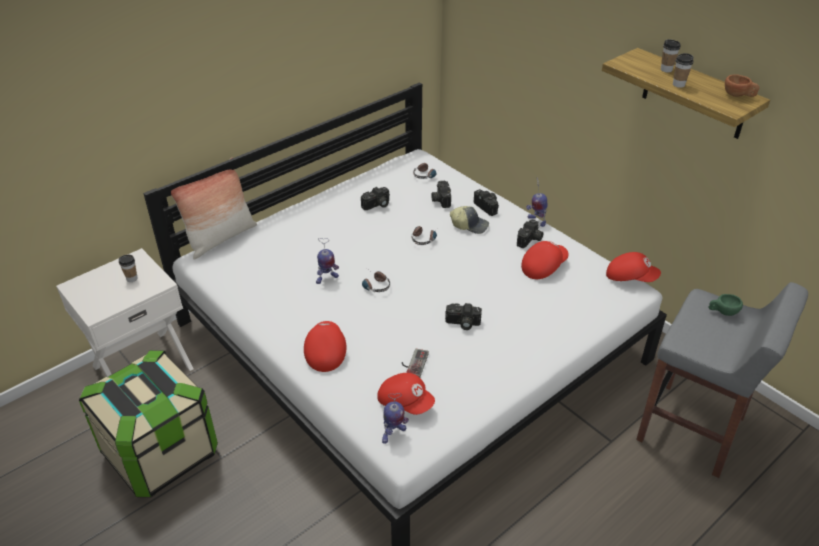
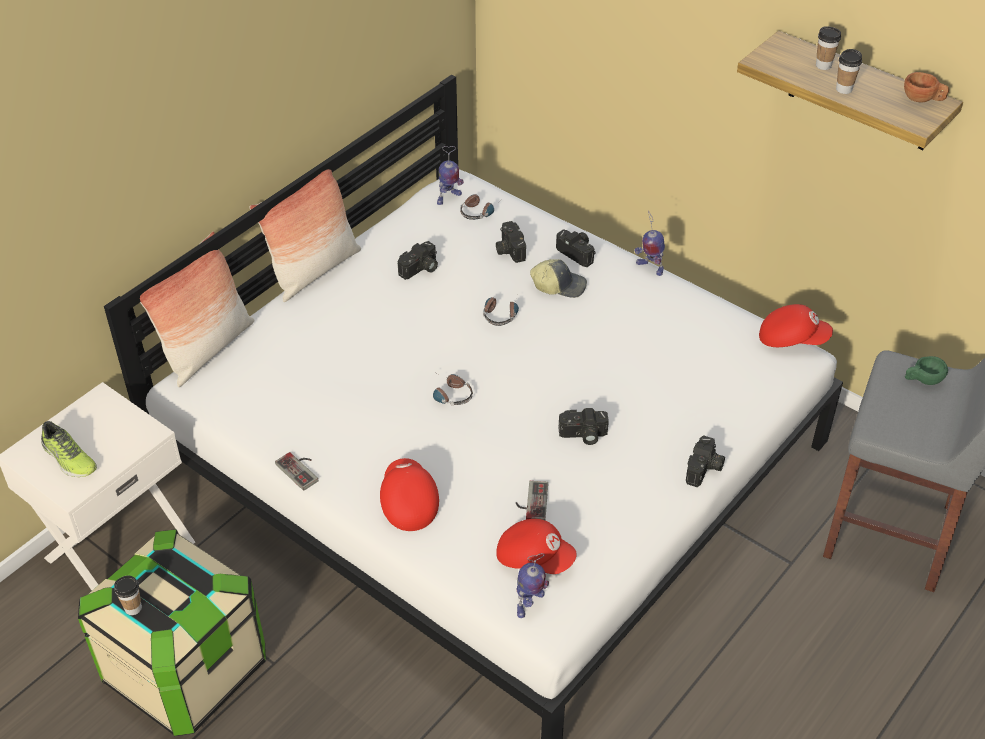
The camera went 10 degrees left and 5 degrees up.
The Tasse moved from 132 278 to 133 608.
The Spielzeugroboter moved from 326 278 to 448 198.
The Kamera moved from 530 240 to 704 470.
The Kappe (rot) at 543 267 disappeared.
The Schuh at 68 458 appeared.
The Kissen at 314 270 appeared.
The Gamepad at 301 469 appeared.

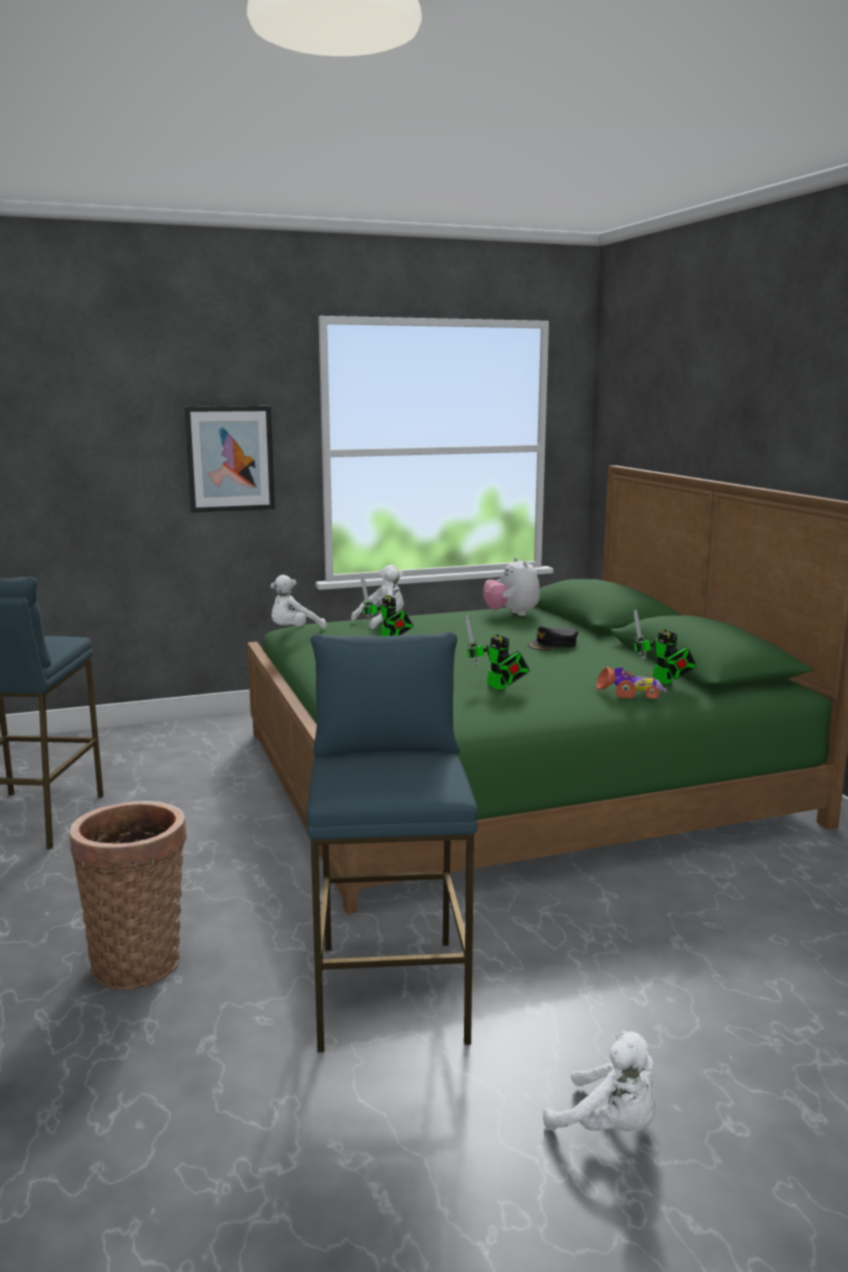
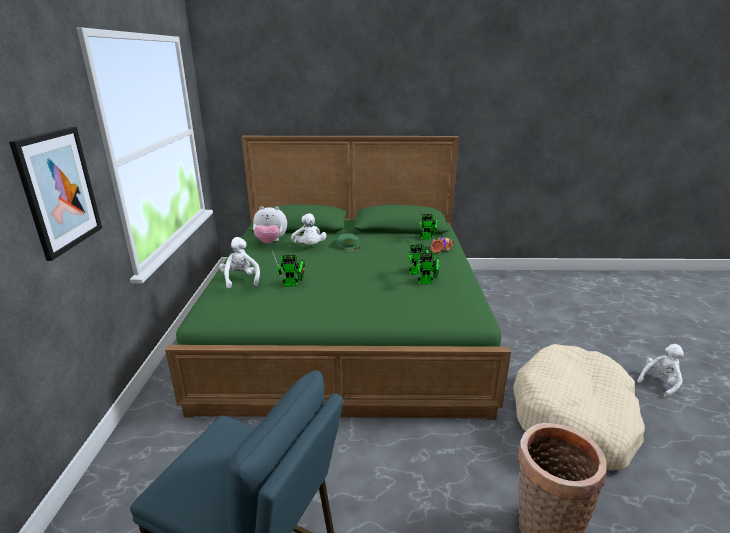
The camera went 70 degrees left and 10 degrees up.
The Plüschtier (weiß) moved from 294 631 to 309 246.
The Hocker (blau) at 392 991 was replaced by the Hundebett (beige) at 574 418.
The Kappe (schwarz) at 553 645 became the Kappe (grün) at 348 245.
The Spielzeugroboter at 427 282 appeared.

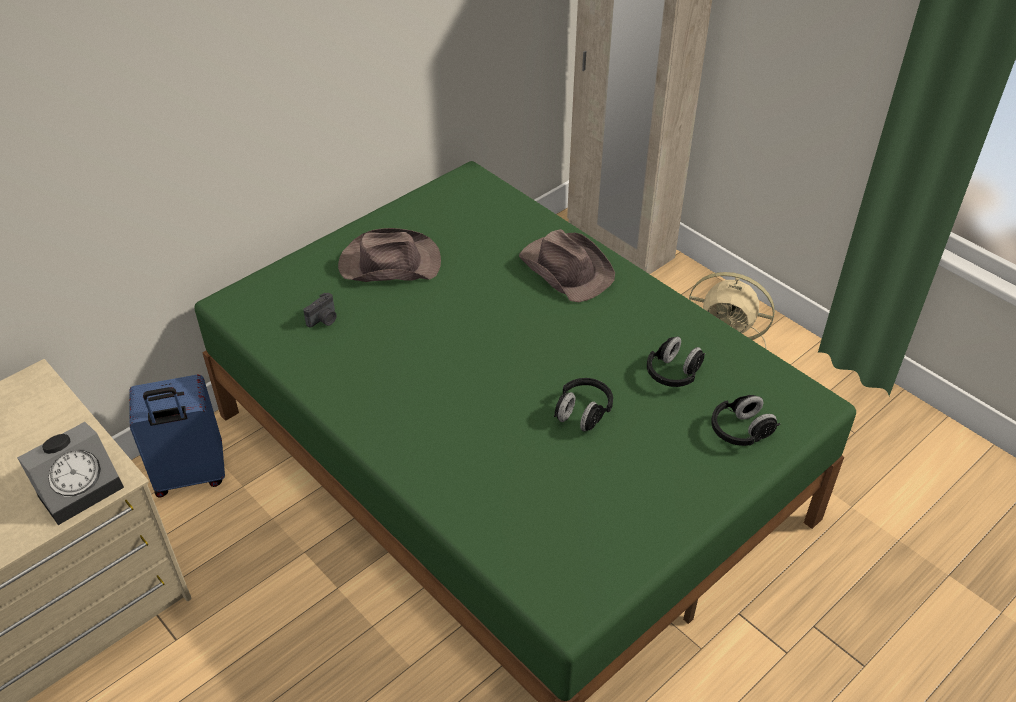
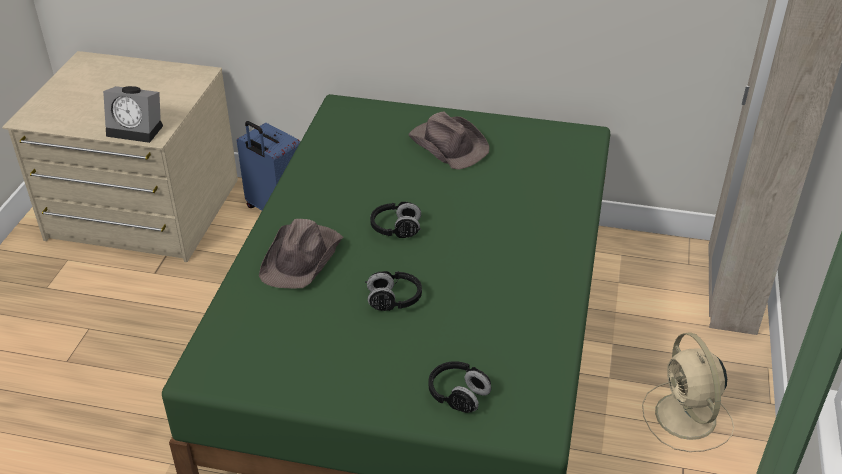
The camera went 55 degrees right and 5 degrees down.
The Kamera at 324 320 disappeared.
The Hut (braun) moved from 566 268 to 302 258.
The Kopfhörer (schwarz) moved from 673 373 to 396 229.

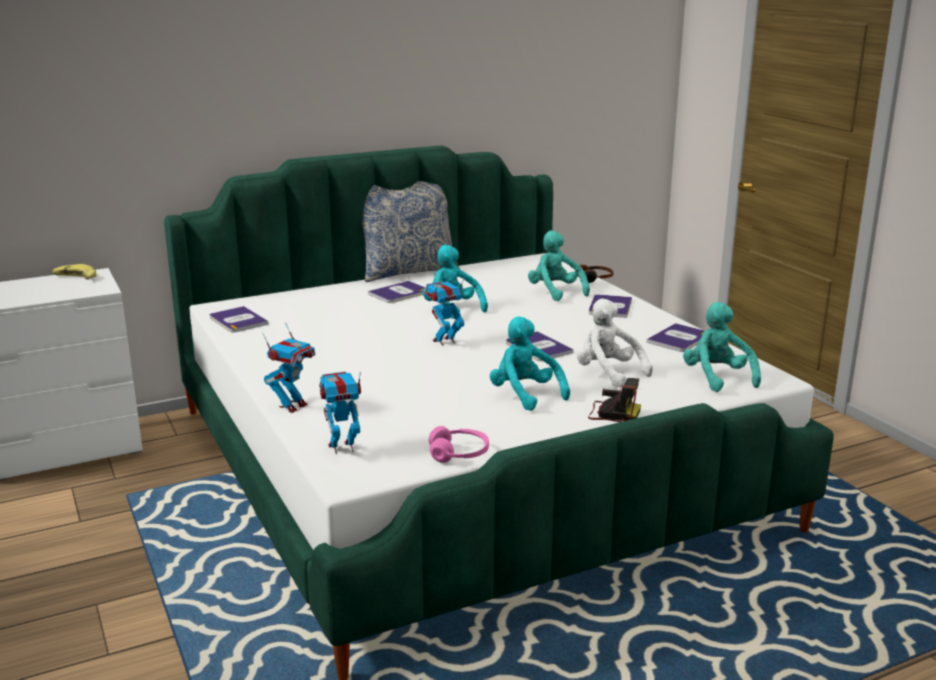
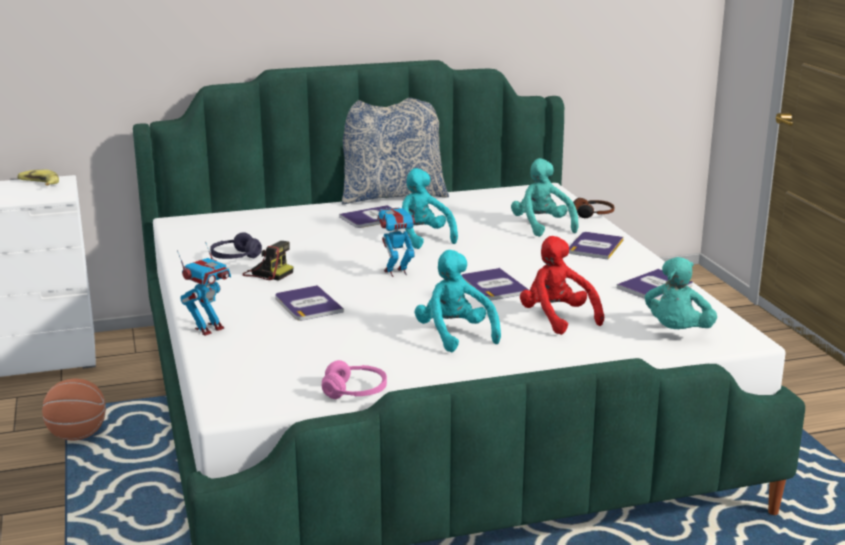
The camera went 10 degrees right and 0 degrees up.
The Buch moved from 238 320 to 308 304.
The Spielzeugroboter at 342 447 disappeared.
The Plüschtier (weiß) at 608 373 became the Plüschtier (rot) at 556 318.
The Kamera moved from 612 413 to 267 273.
The Plüschtier (türkis) at 717 378 turned 150 degrees counterclockwise.
The Basketball at 77 435 appeared.
The Kopfhörer (lila) at 235 257 appeared.

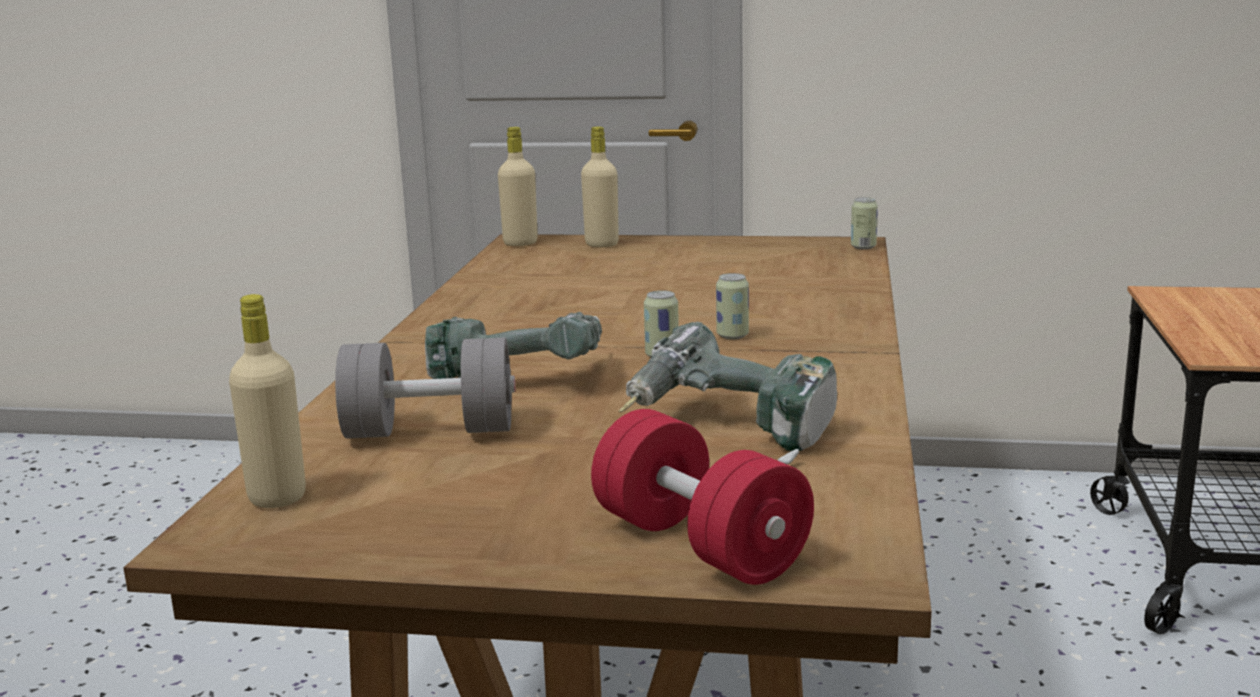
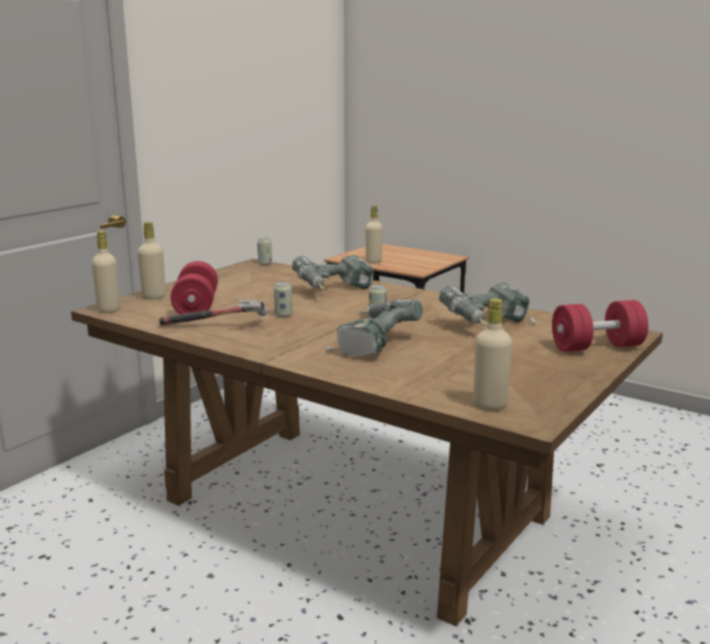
The camera went 65 degrees left and 0 degrees up.
The Hantel (grau) at 430 431 disappeared.
The Dose moved from 732 335 to 283 315.
The Hammer at 216 326 appeared.
The Hantel (rot) at 196 307 appeared.
The Bohrmaschine at 336 291 appeared.
The Flasche (beige) at 373 262 appeared.

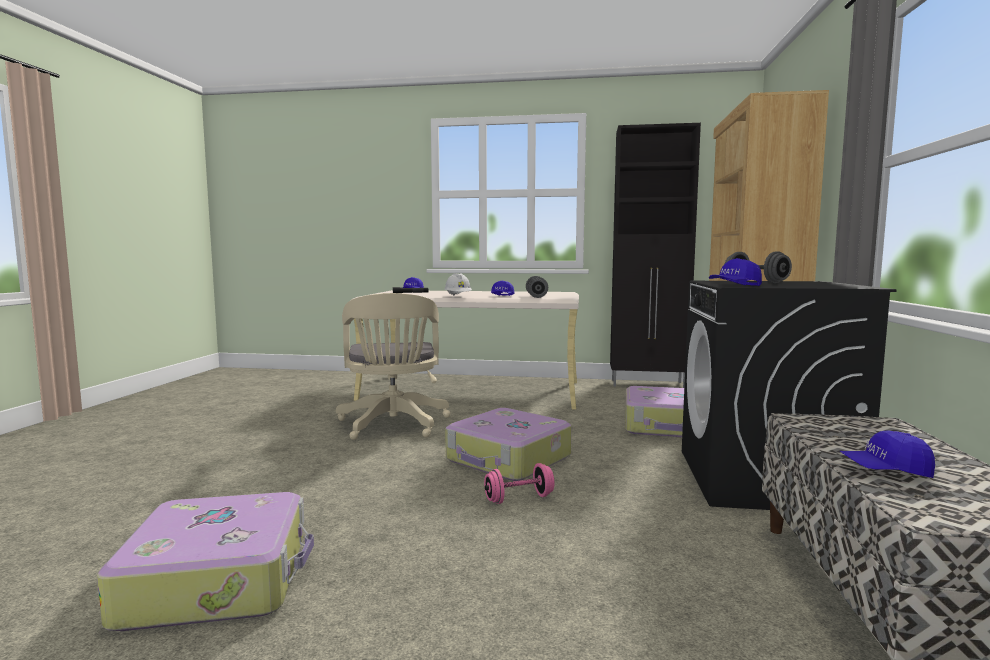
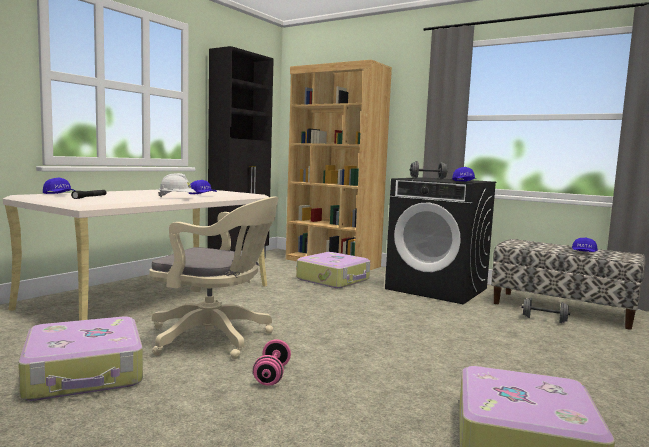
The camera went 65 degrees left and 0 degrees up.
The Koffer moved from 508 459 to 85 373.
The Hantel (rosa) moved from 519 498 to 272 375.
The Hantel (grau) moved from 536 296 to 544 320.

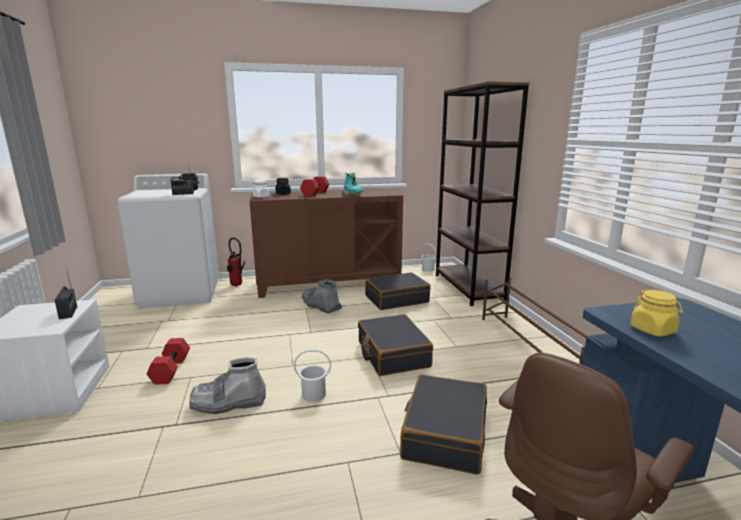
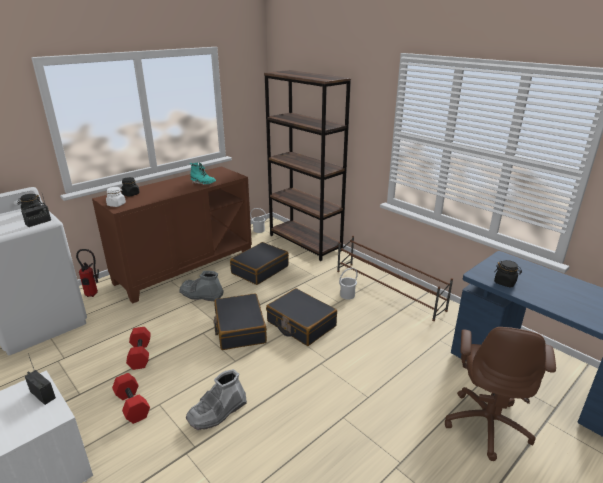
The camera went 30 degrees left and 10 degrees up.
The Eimer (weiß) moved from 313 394 to 347 295.
The Hantel (rot) moved from 315 193 to 139 354.
The Koffer (schwarz) moved from 444 434 to 239 329.
The Vorratsglas (gelb) at 652 330 became the Vorratsglas (schwarz) at 505 282.

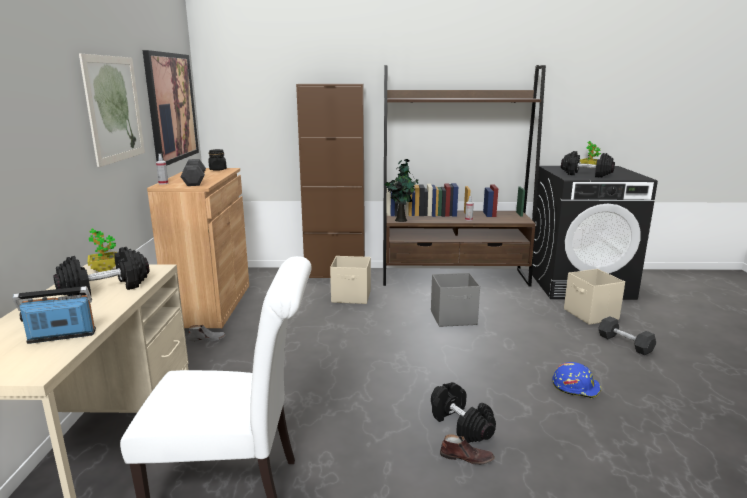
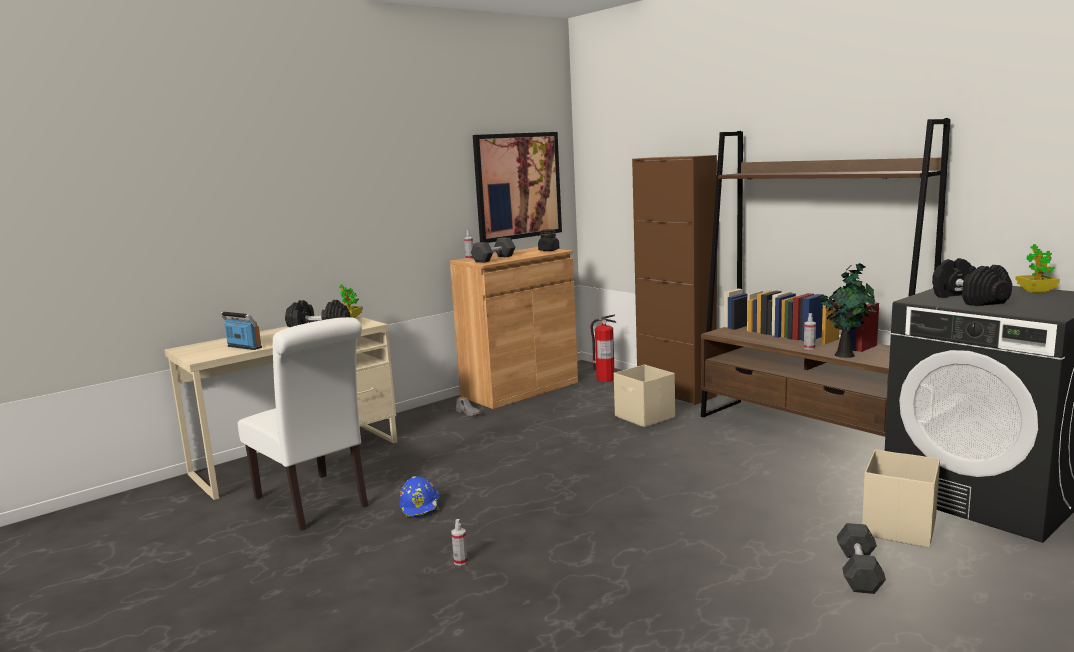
The camera went 50 degrees right and 5 degrees down.
The Bild at 114 109 disappeared.
The Topfpflanze moved from 401 220 to 846 354.
The Aufbewahrungsbox (grau) at 454 318 disappeared.
The Hantel (schwarz) at 460 424 disappeared.
The Schuh (braun) at 466 457 was replaced by the Sprühflasche at 460 561.
The Schutzhelm (blau) moved from 575 386 to 421 506.
The Feuerlöscher at 605 379 appeared.

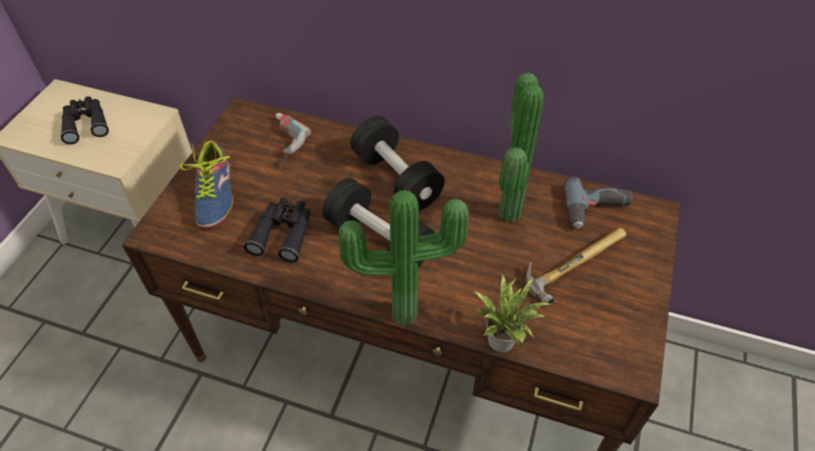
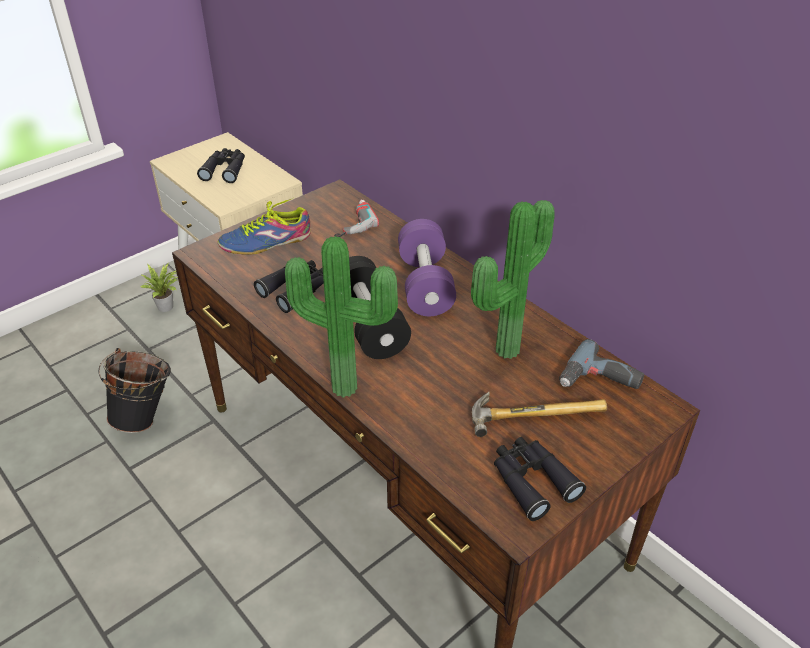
The camera went 30 degrees right and 10 degrees down.
The Schuh at 214 194 turned 45 degrees clockwise.
The Hantel (schwarz) at 396 178 became the Hantel (lila) at 425 285.
The Topfpflanze moved from 504 339 to 167 307.
The Eimer (schwarz) at 146 416 appeared.
The Fernglas (schwarz) at 531 481 appeared.

